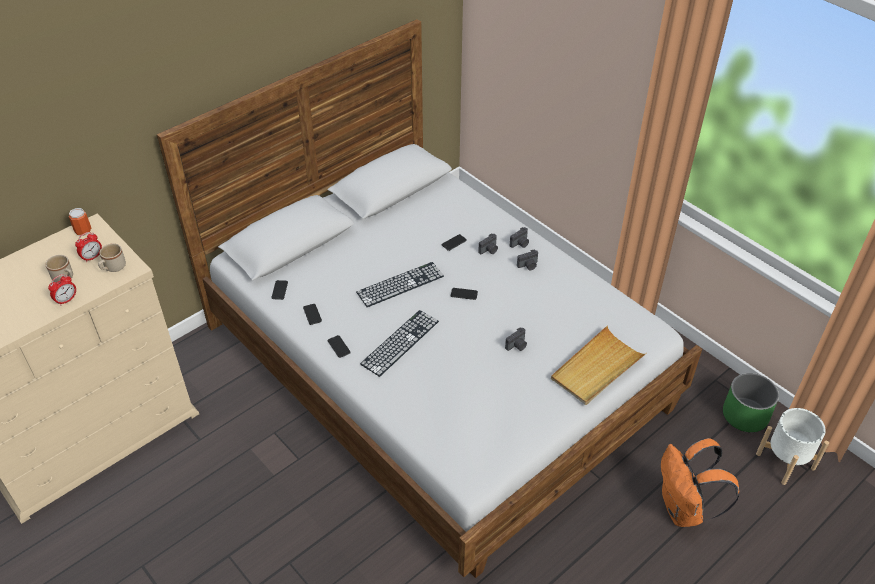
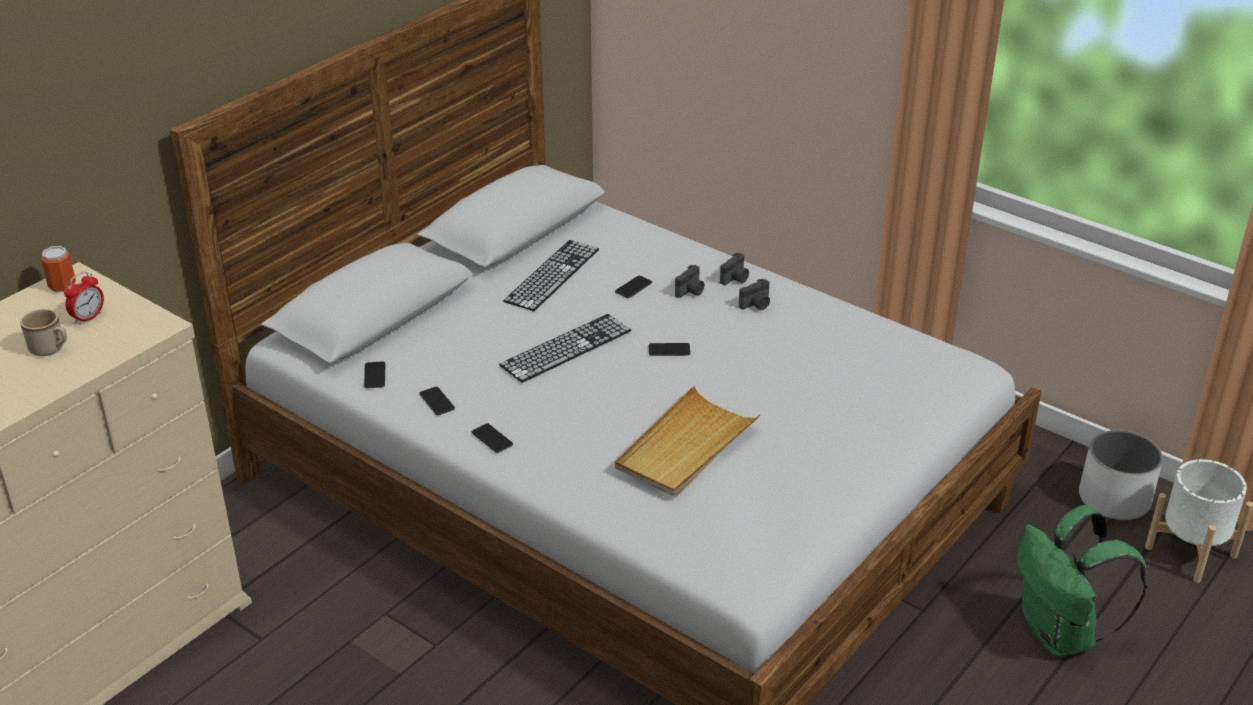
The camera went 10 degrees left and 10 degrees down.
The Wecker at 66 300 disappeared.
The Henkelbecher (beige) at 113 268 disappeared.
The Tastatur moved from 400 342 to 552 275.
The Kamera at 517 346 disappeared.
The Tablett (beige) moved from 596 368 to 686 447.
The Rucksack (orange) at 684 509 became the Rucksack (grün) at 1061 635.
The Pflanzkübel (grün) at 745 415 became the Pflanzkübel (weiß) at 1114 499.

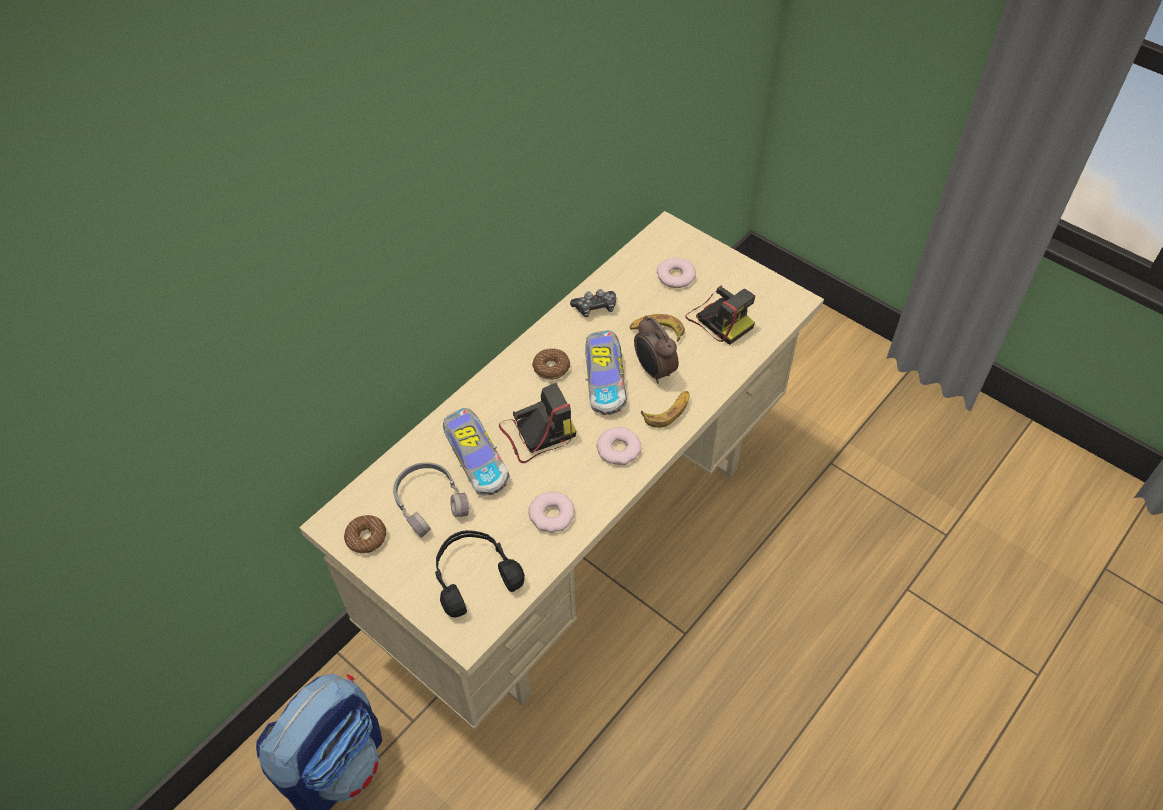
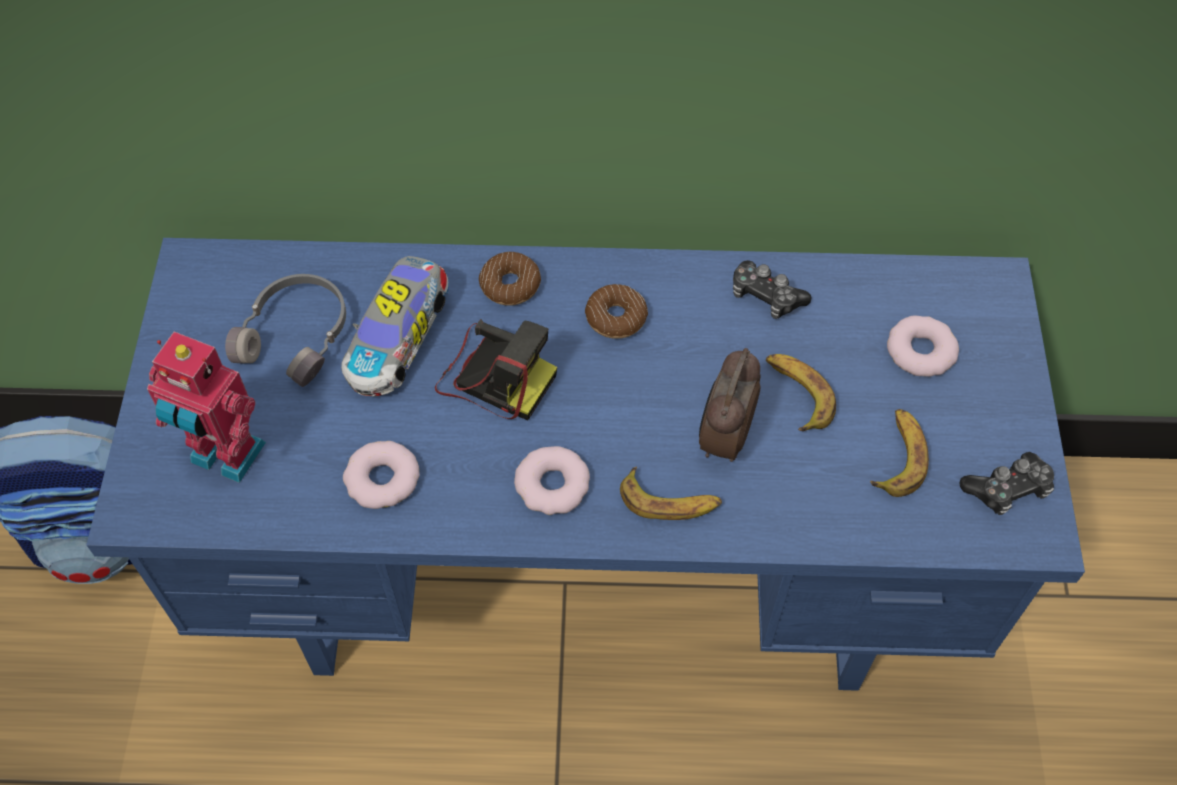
The camera went 50 degrees right and 5 degrees up.
The Schreibtisch (beige) at 584 538 became the Schreibtisch (blau) at 592 578.
The Donut moved from 366 537 to 510 285.
The Kopfhörer (schwarz) at 473 575 was replaced by the Spielzeugroboter at 225 457.
The Spielzeugauto at 604 380 disappeared.
The Kamera at 719 319 was replaced by the Banane at 898 456.
The Gamepad at 1007 489 appeared.

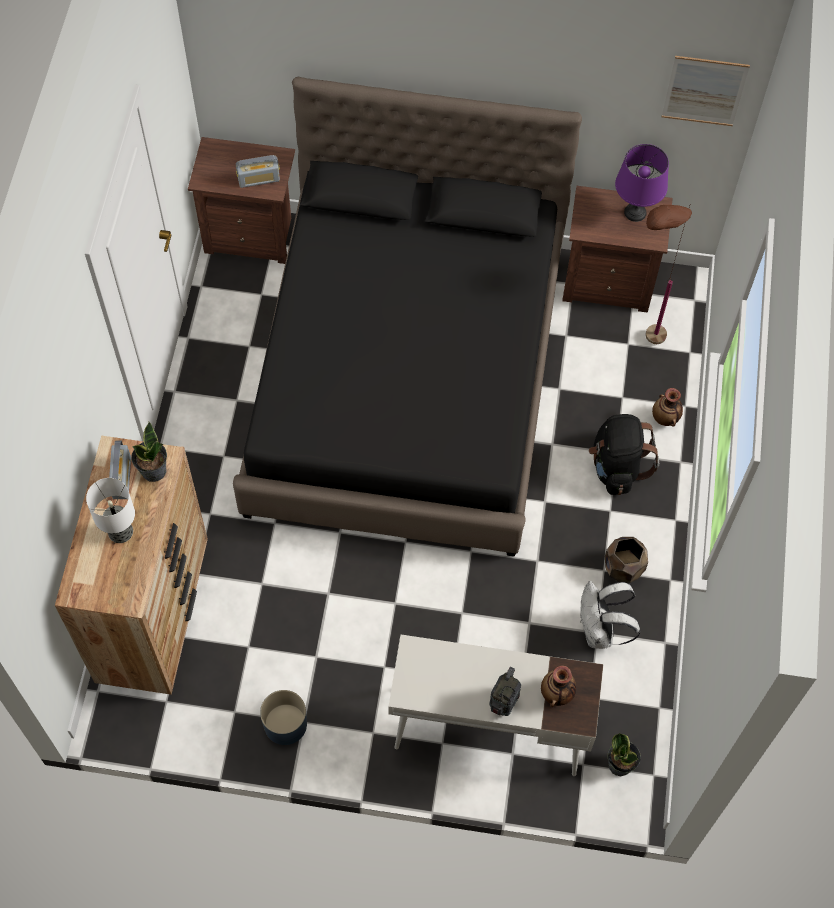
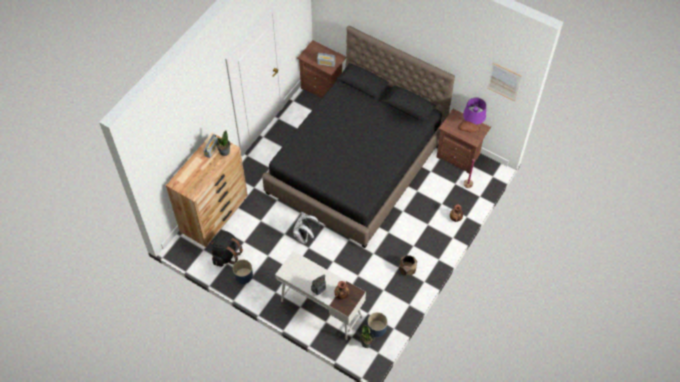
The camera went 25 degrees right and 5 degrees down.
The Tischlampe at 121 532 disappeared.
The Rucksack (weiß) moved from 600 631 to 305 237.
The Rucksack (schwarz) moved from 617 467 to 226 255.
The Pflanzkübel (blau) at 376 328 appeared.

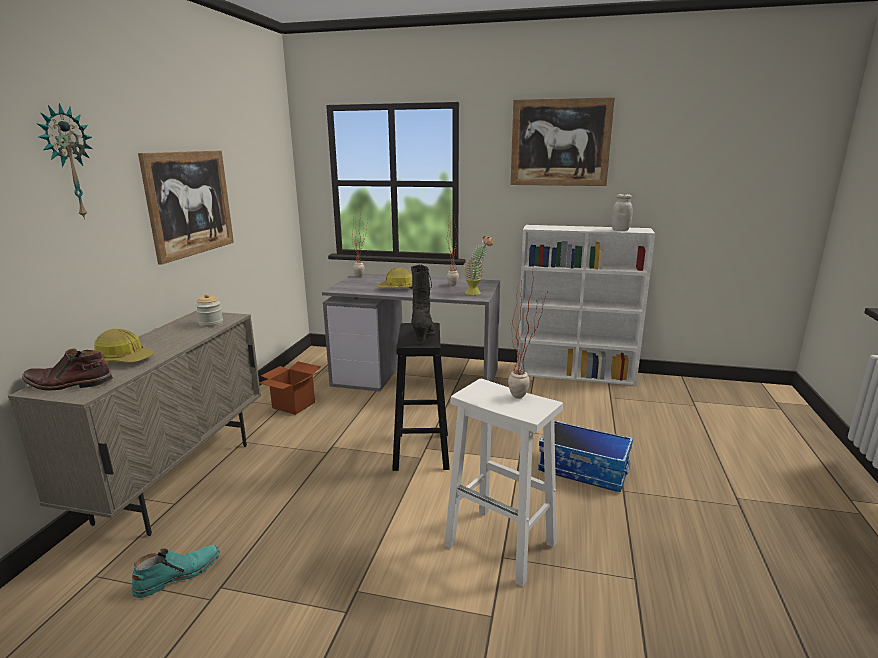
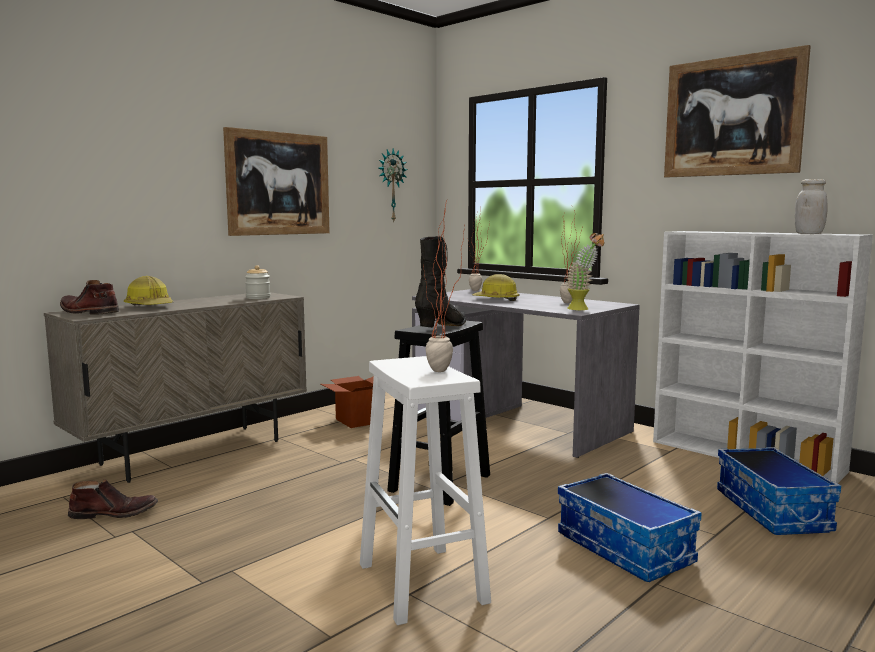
The camera went 30 degrees right and 10 degrees down.
The Wanduhr moved from 68 163 to 391 185.
The Stiefel (türkis) at 178 574 became the Stiefel (braun) at 114 513.
The Aufbewahrungsbox at 773 511 appeared.

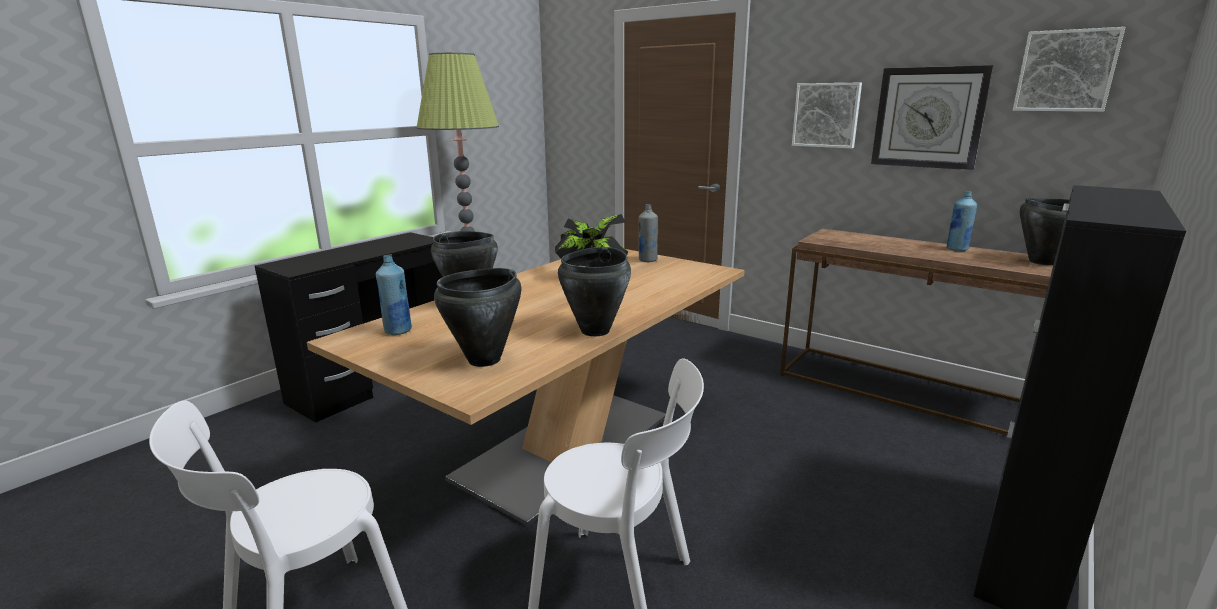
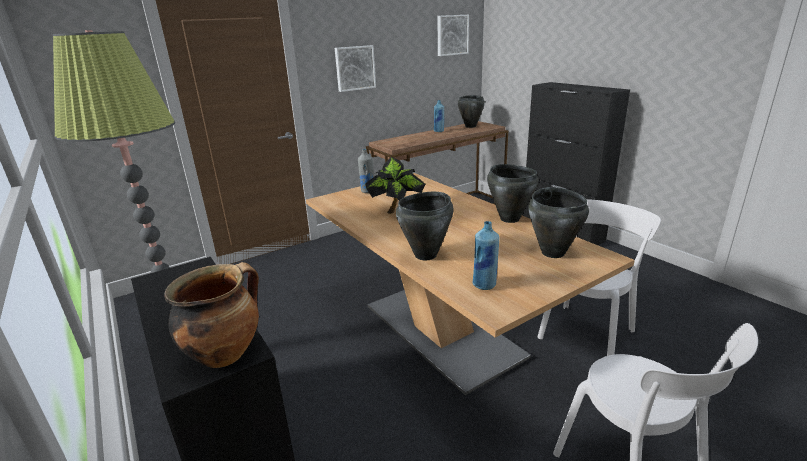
The camera went 70 degrees left and 5 degrees up.
The Wanduhr at 928 117 disappeared.
The Kochtopf at 226 353 appeared.

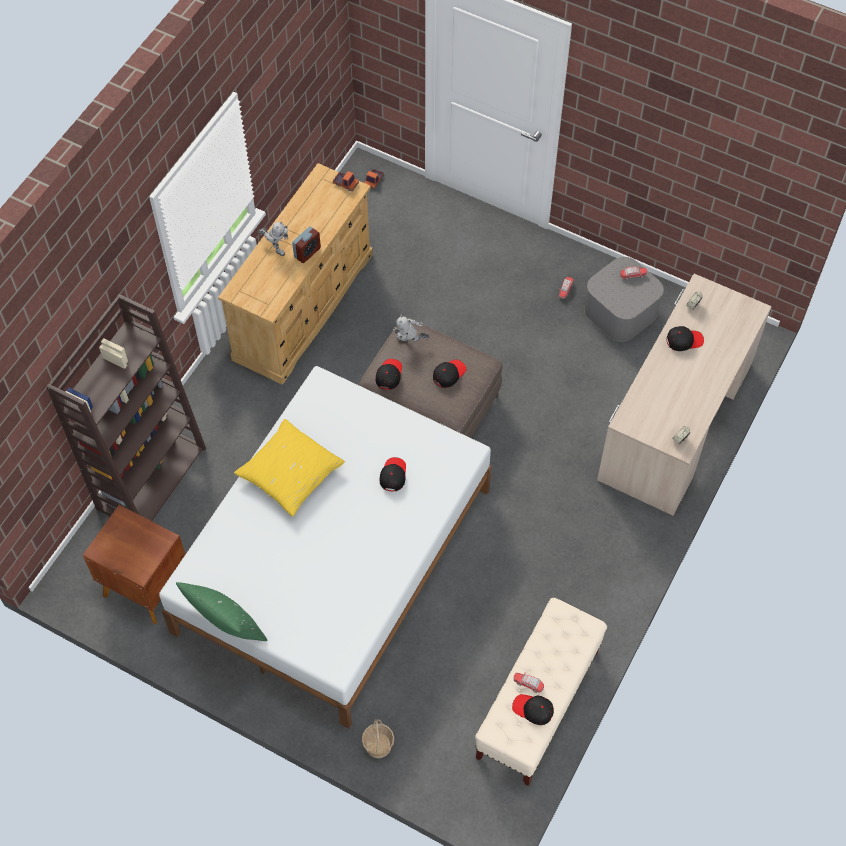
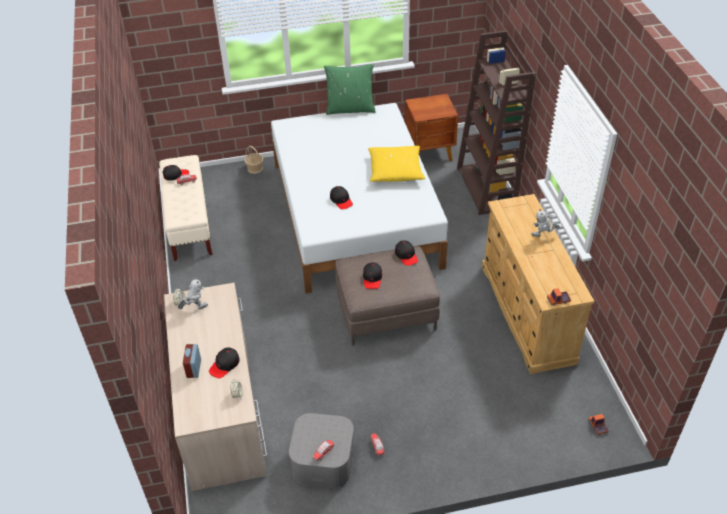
The camera went 140 degrees right and 15 degrees down.
The Wecker moved from 307 253 to 194 368.
The Spielzeugroboter moved from 409 343 to 195 308.

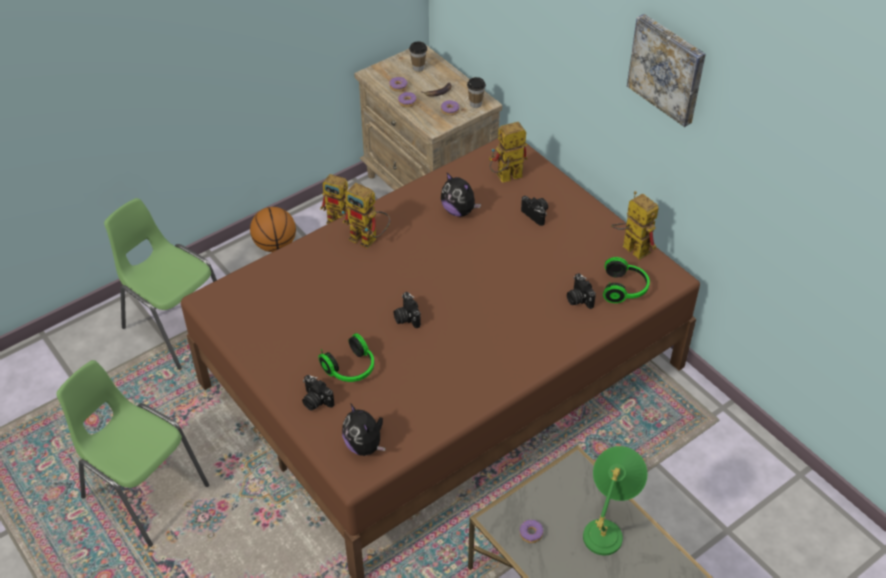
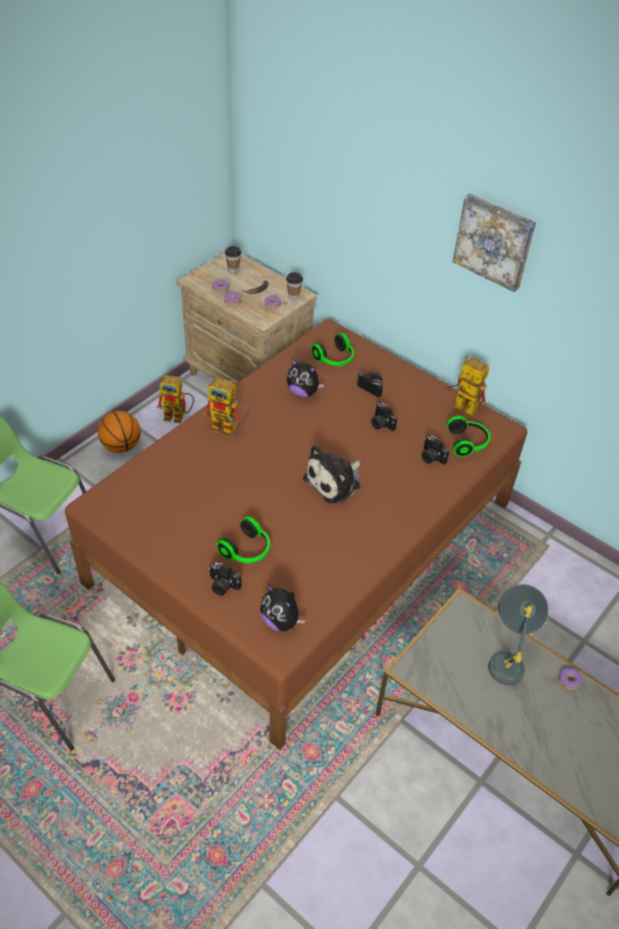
The camera went 15 degrees left and 0 degrees up.
The Kamera moved from 406 317 to 381 423.
The Spielzeugroboter at 505 178 was replaced by the Kopfhörer at 335 359.
The Donut moved from 531 534 to 569 681.
The Tischlampe (grün) at 608 526 became the Tischlampe (grau) at 507 657.
The Plüschtier at 335 481 appeared.

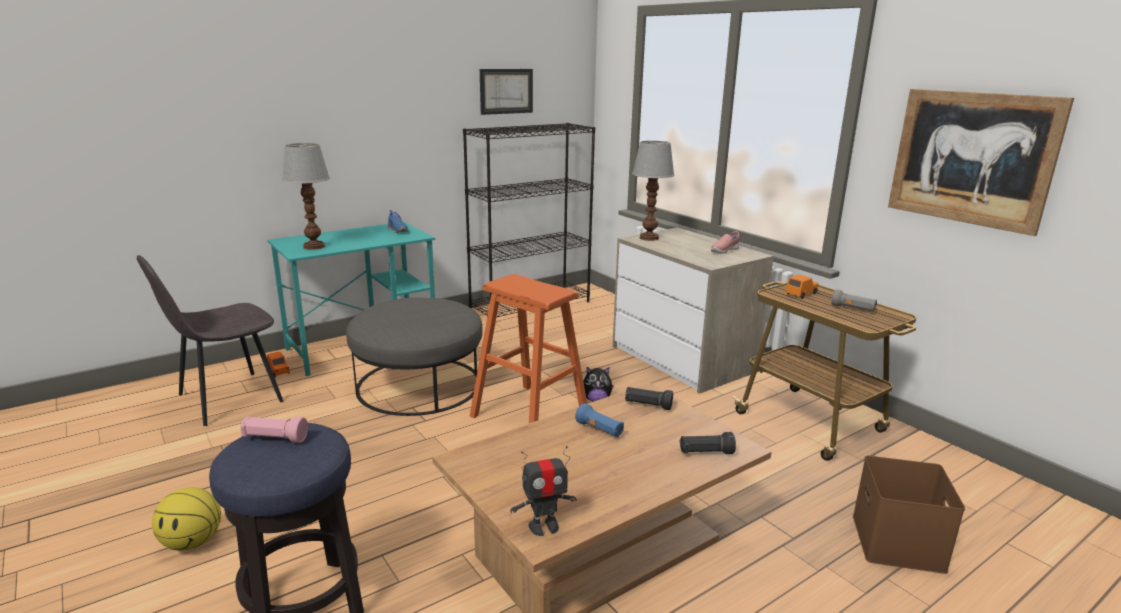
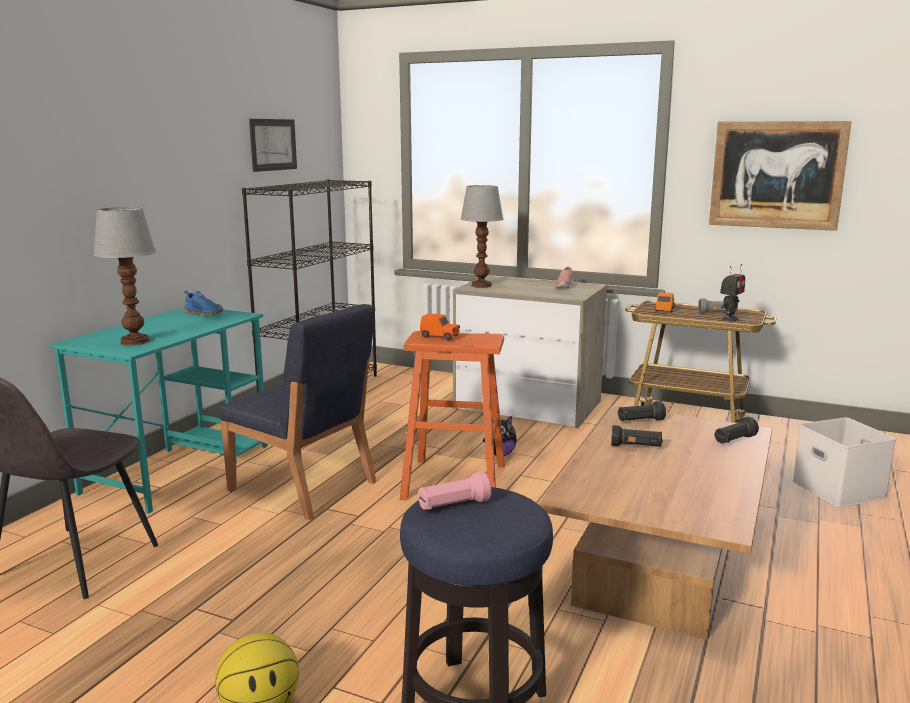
The camera went 30 degrees left and 5 degrees down.
The Spielzeugauto (orange) moved from 279 371 to 440 336.
The Polsterhocker (grau) at 419 385 was replaced by the Stuhl (blau) at 303 487.
The Spielzeugroboter moved from 544 526 to 729 319.
The Taschenlampe (blau) at 599 430 became the Taschenlampe (schwarz) at 636 447.
The Aufbewahrungsbox (braun) at 899 544 became the Aufbewahrungsbox (weiß) at 840 490.

